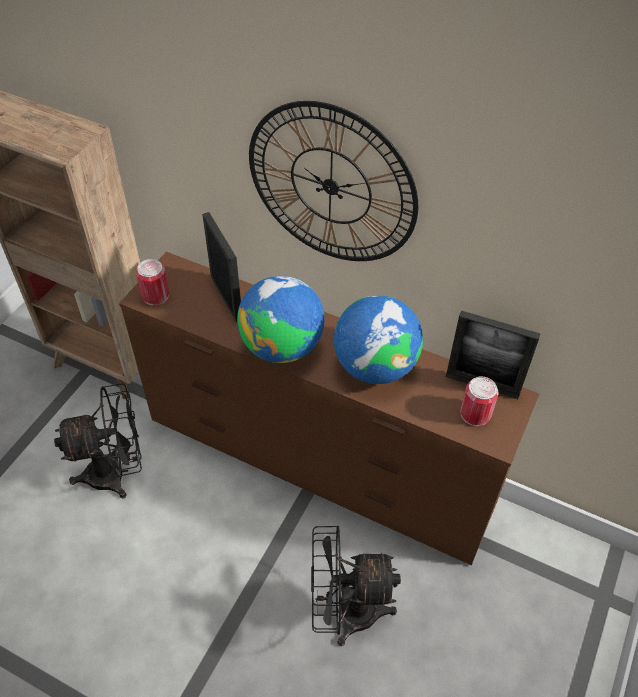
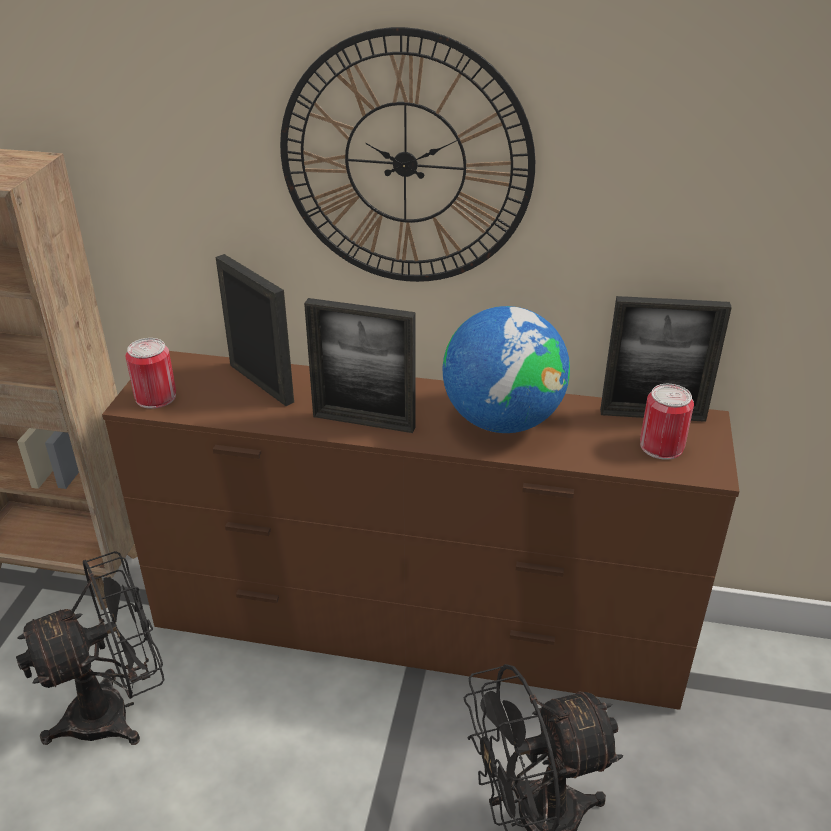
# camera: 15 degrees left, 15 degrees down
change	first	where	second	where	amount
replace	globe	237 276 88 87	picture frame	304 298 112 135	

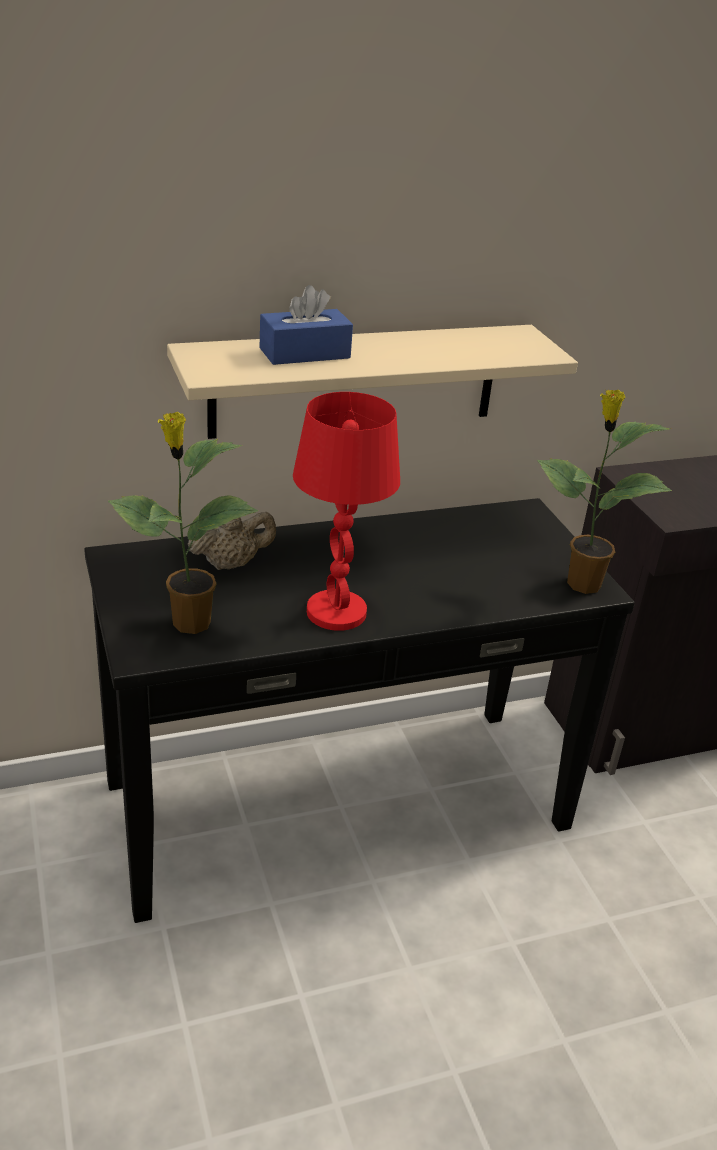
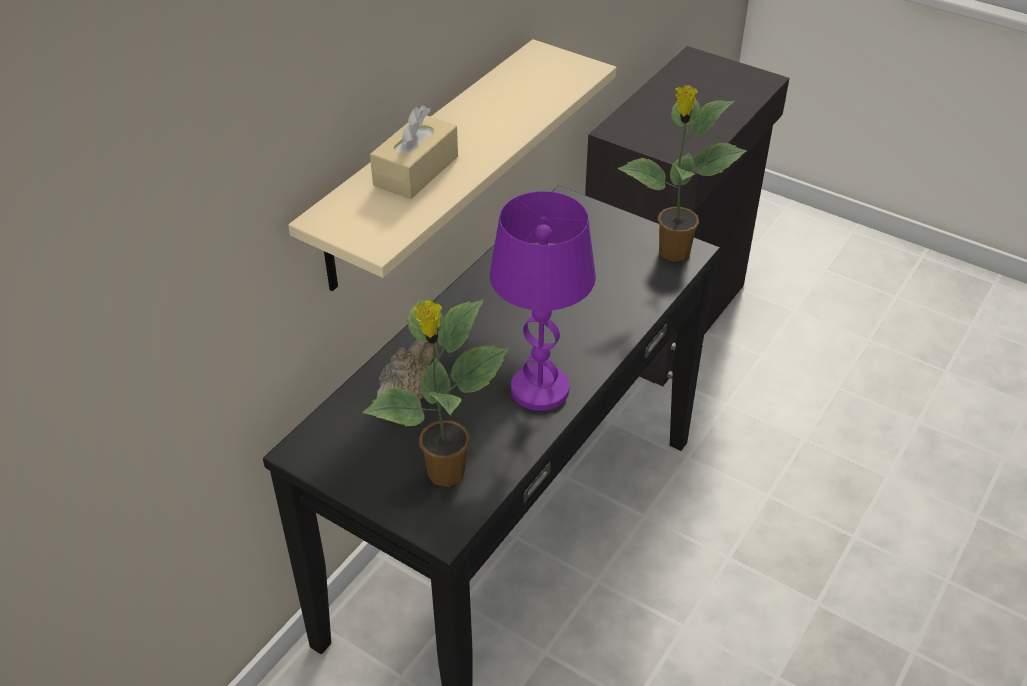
# camera: 35 degrees left, 10 degrees up
change	first	where	second	where	amount
recolor	blue tissue box	260 285 93 80	beige tissue box	370 105 88 94	
recolor	red table lamp	293 392 107 239	purple table lamp	490 191 106 220	

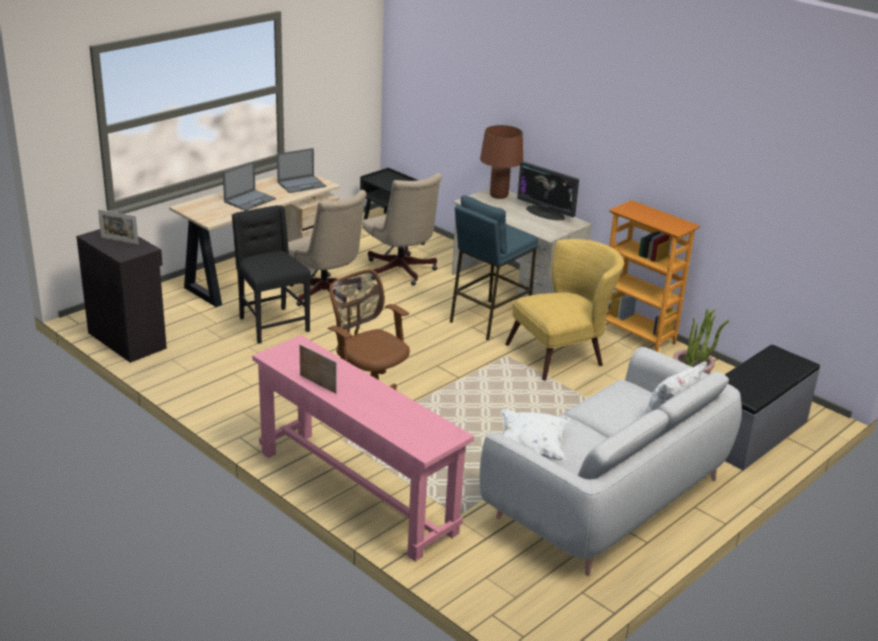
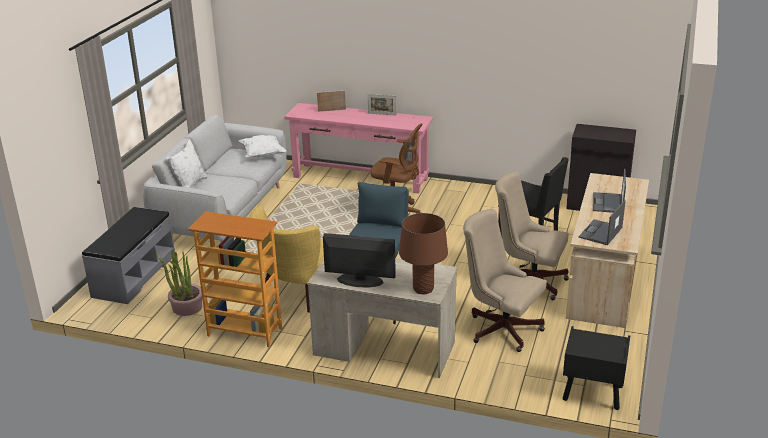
# camera: 155 degrees right, 0 degrees up
change	first	where	second	where	amount
move	picture frame	98 209 41 35		317 90 29 22	

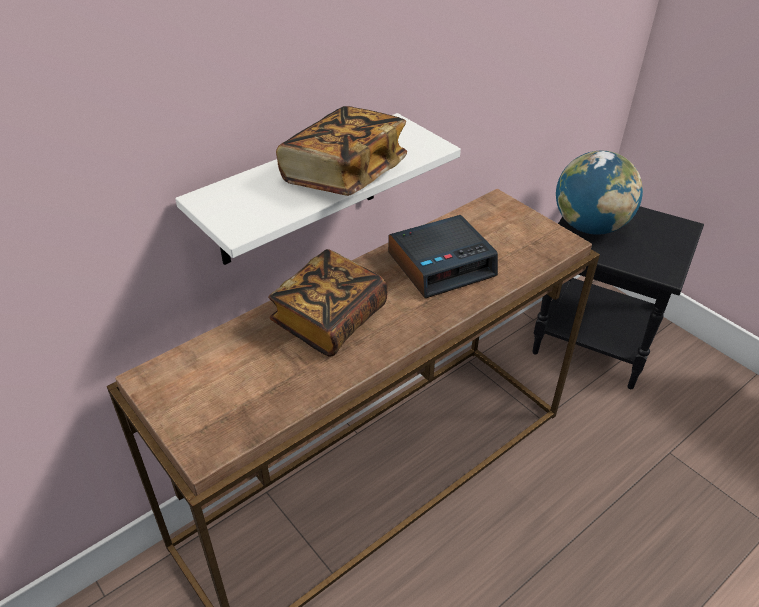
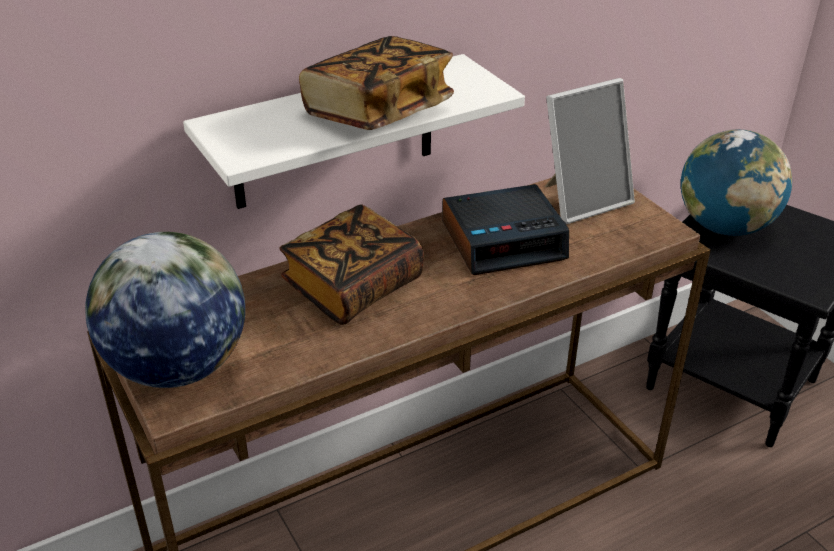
# camera: 10 degrees right, 5 degrees down
change	first	where	second	where	amount
insert			globe	85 232 160 156	
insert			picture frame	545 78 90 146	

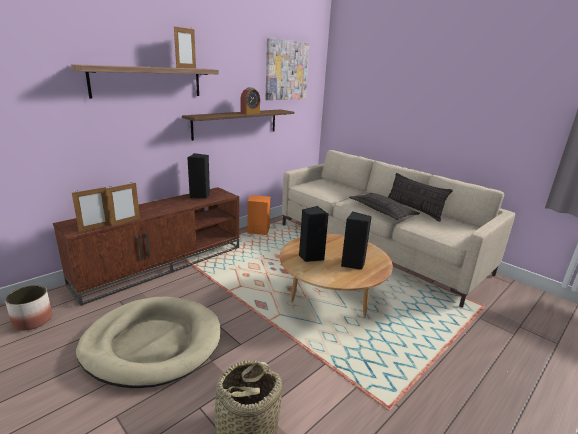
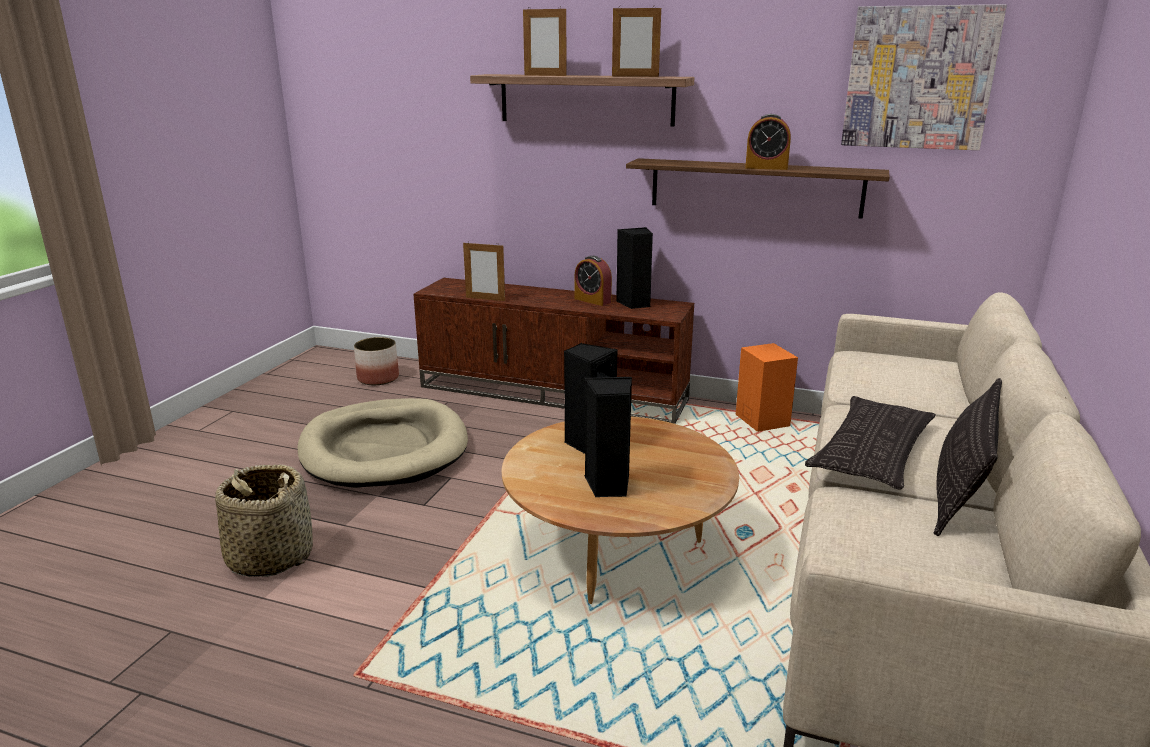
# camera: 65 degrees right, 0 degrees up
change	first	where	second	where	amount
move	picture frame	72 187 39 45		523 6 44 70	
insert			alarm clock	575 256 37 50	

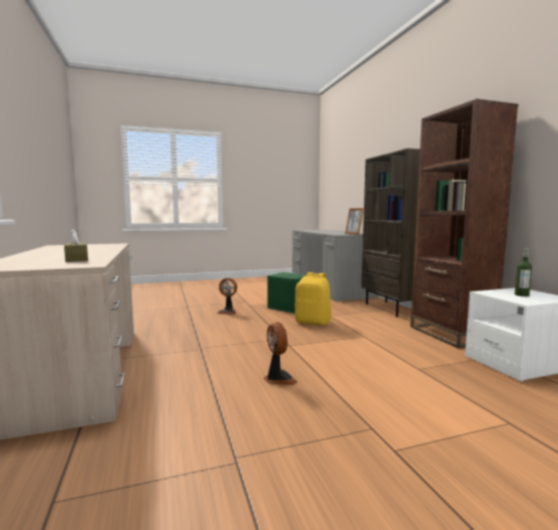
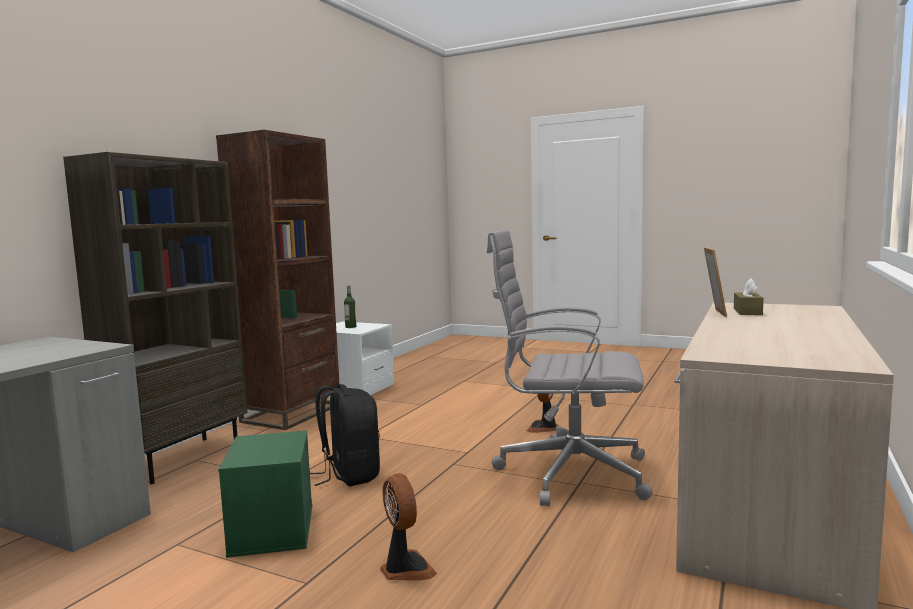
# camera: 135 degrees left, 0 degrees up
change	first	where	second	where	amount
recolor	yellow backpack	295 272 36 53	black backpack	310 384 70 102	
move	picture frame	345 208 19 27		704 247 23 70	
insert			grey office chair	487 230 166 276	

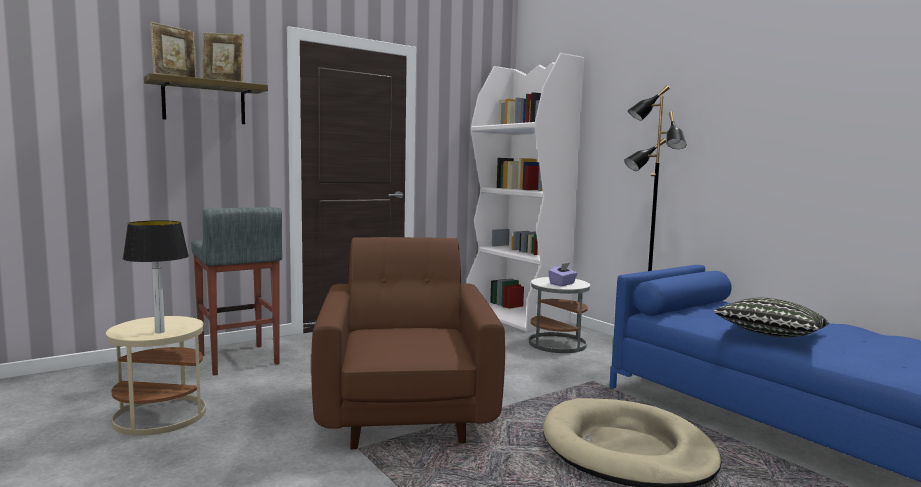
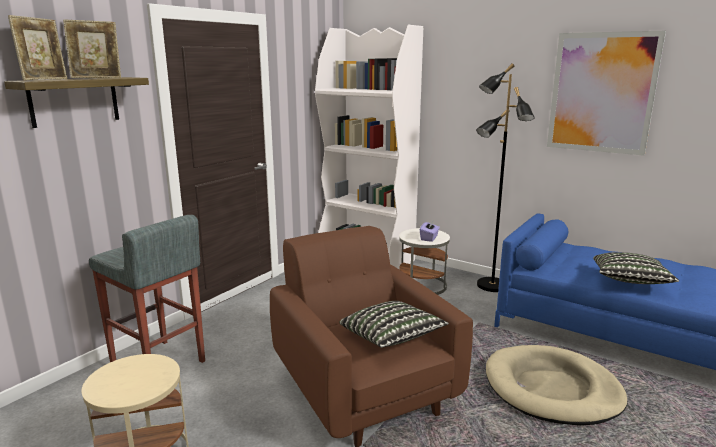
# camera: 20 degrees left, 10 degrees up
change	first	where	second	where	amount
delete	table lamp	123 220 66 113			
insert			pillow	340 301 109 47	
insert			picture	547 31 119 125	

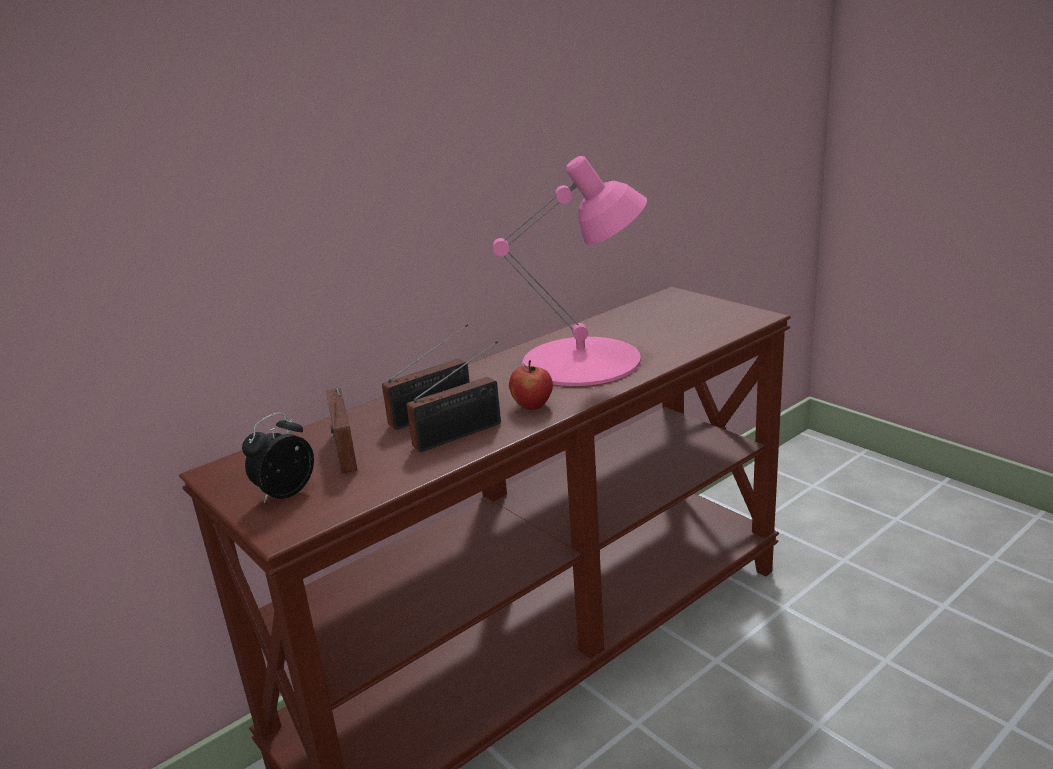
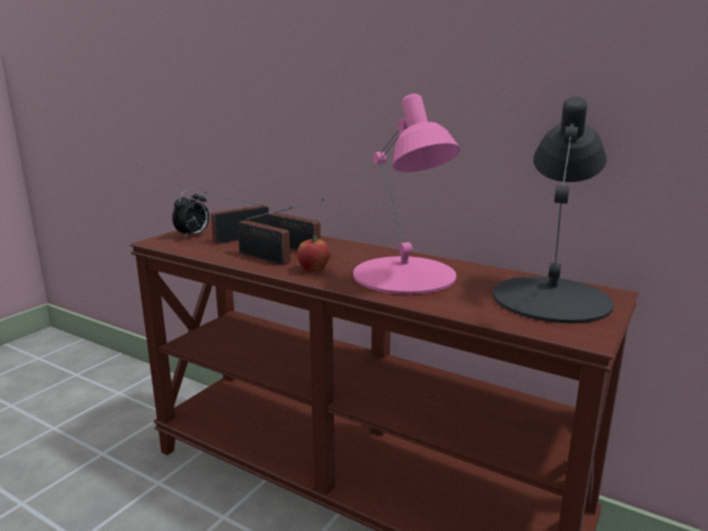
# camera: 70 degrees right, 5 degrees down
change	first	where	second	where	amount
rotate	alarm clock	242 412 72 91		172 189 37 50	105 degrees clockwise
insert			black table lamp	493 97 121 226	

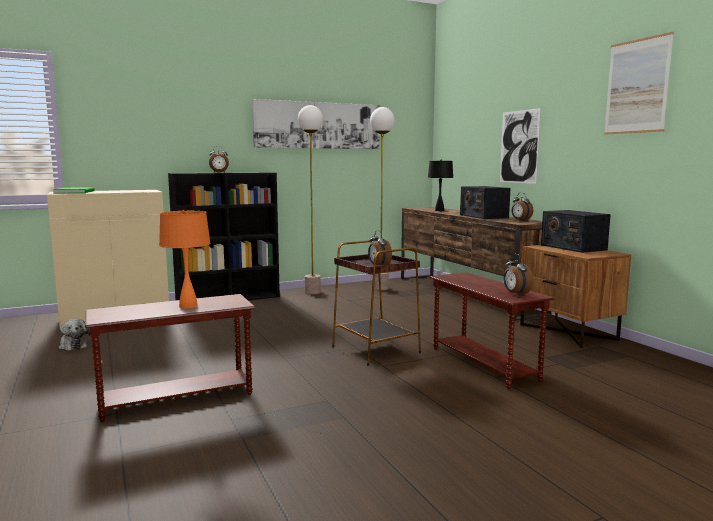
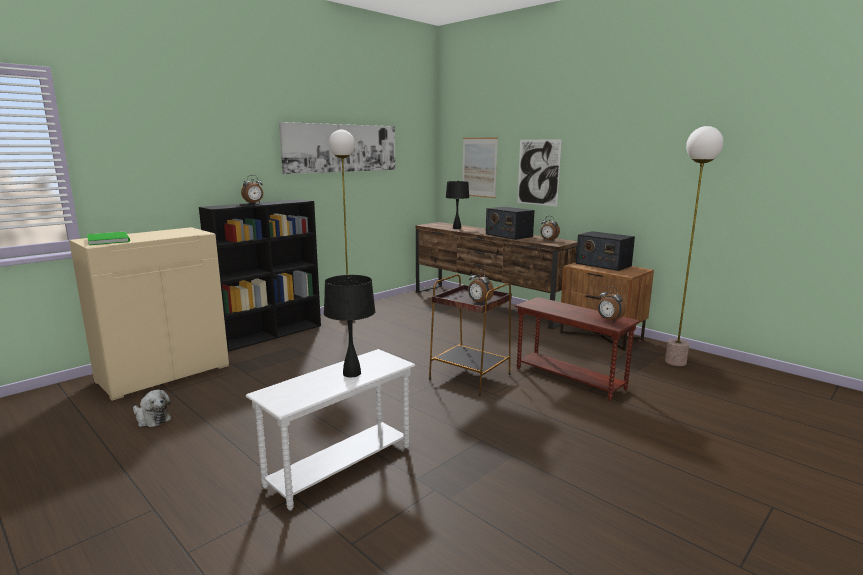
# camera: 20 degrees left, 5 degrees up
change	first	where	second	where	amount
recolor	brown side table	85 294 170 128	white side table	246 349 169 162	
recolor	orange table lamp	159 210 52 99	black table lamp	324 275 51 102	
move	floor lamp	370 107 24 183		665 126 58 240	
move	picture	604 32 70 103		462 137 36 61	

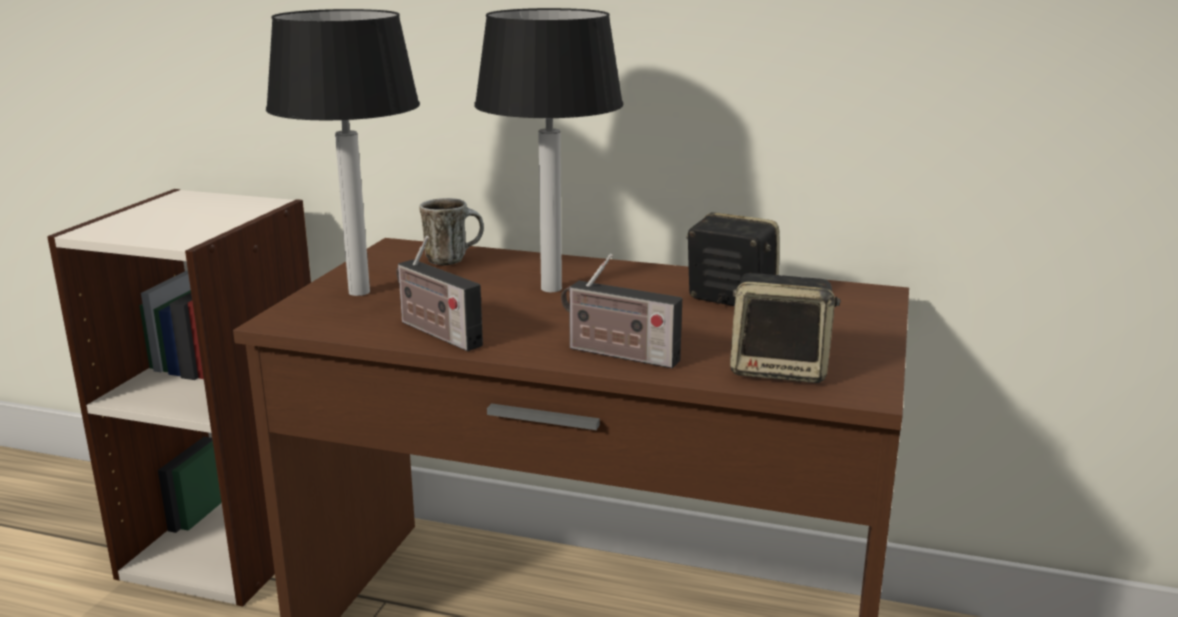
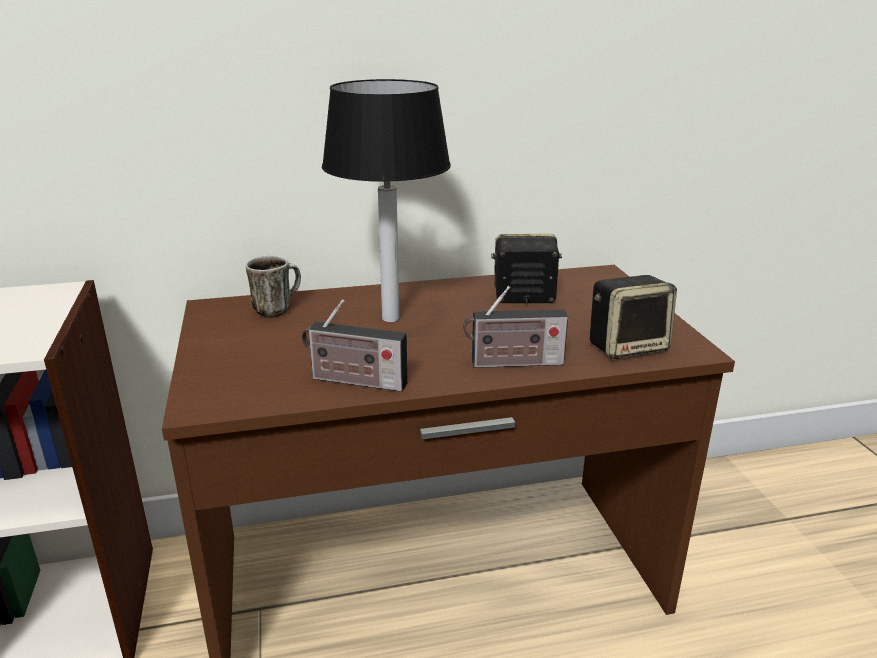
# camera: 30 degrees left, 5 degrees up
change	first	where	second	where	amount
delete	table lamp	266 9 154 287			

